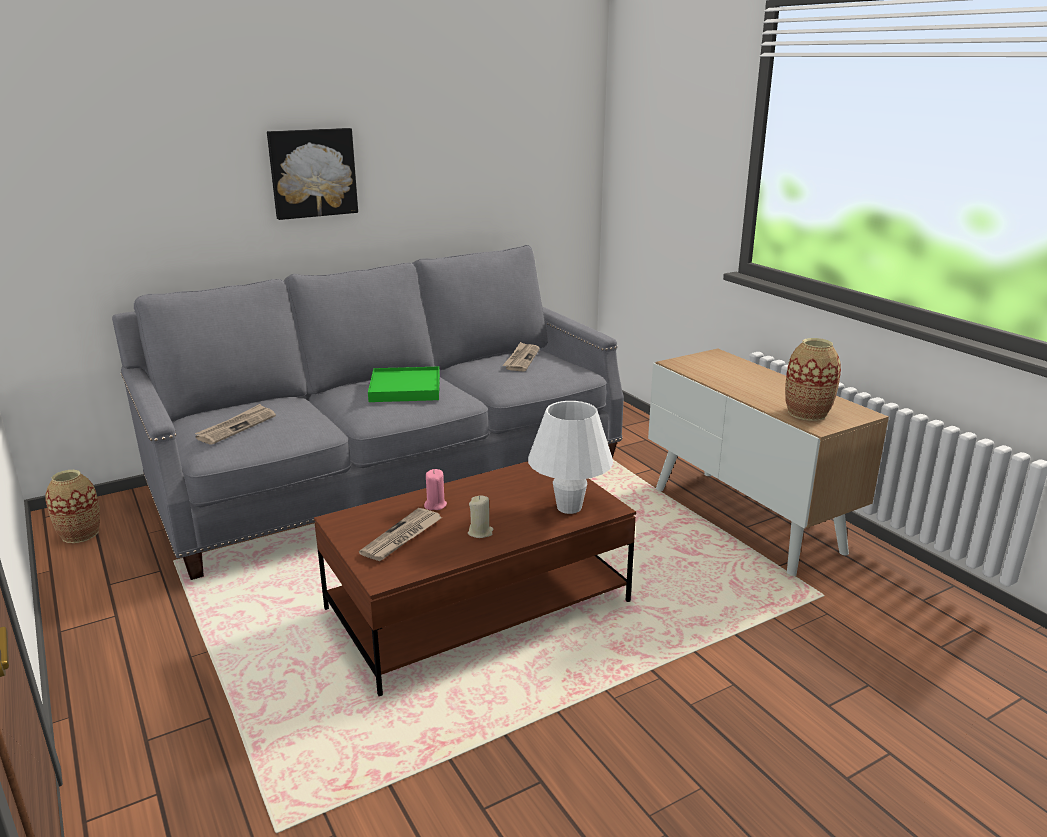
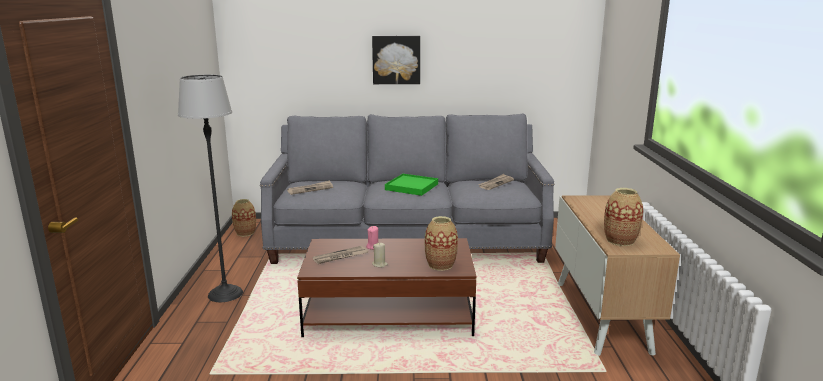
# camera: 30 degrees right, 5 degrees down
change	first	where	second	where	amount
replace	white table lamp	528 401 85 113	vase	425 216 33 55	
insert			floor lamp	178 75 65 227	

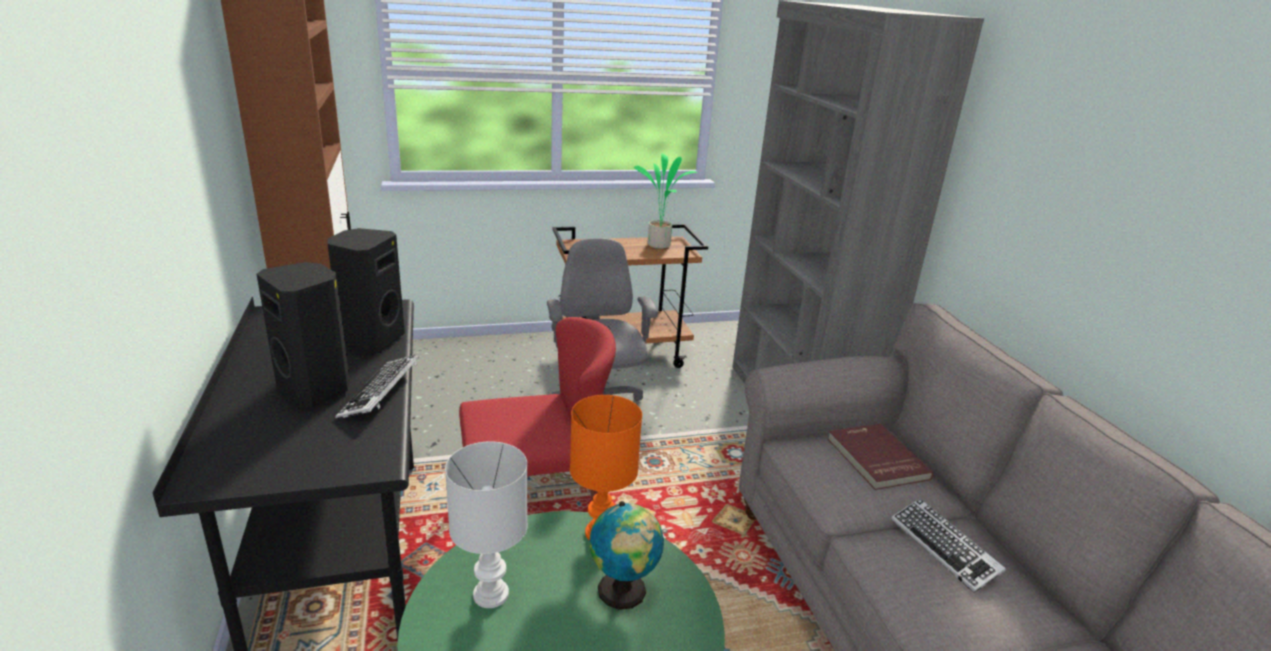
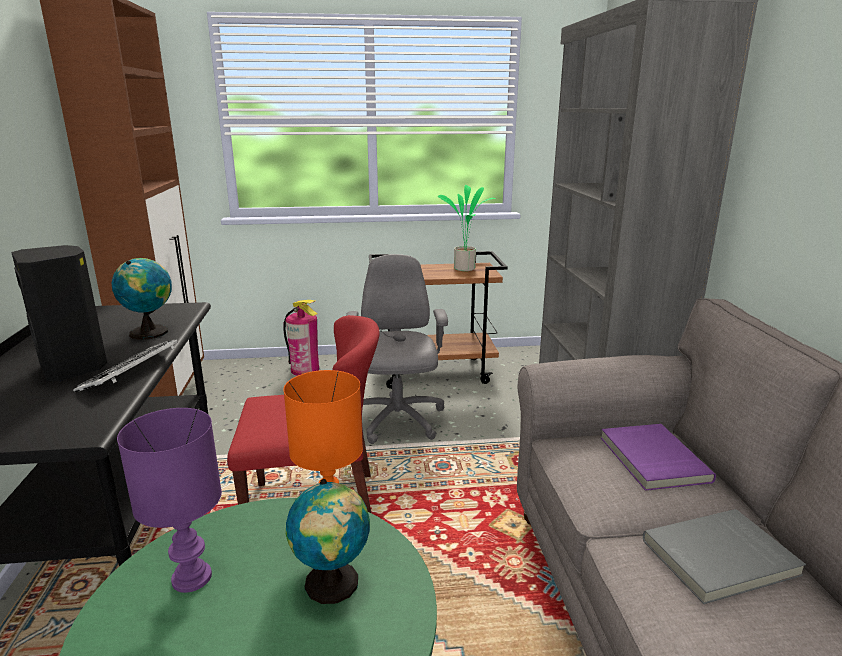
# camera: 10 degrees right, 5 degrees down
change	first	where	second	where	amount
replace	black speaker	328 228 77 127	globe	112 258 60 82	
recolor	white table lamp	445 441 83 167	purple table lamp	117 408 105 185	
recolor	red book	828 424 106 66	purple book	601 424 115 67	
replace	keyboard	891 498 115 95	grey book	643 509 163 95	
insert			fire extinguisher	283 300 36 76	

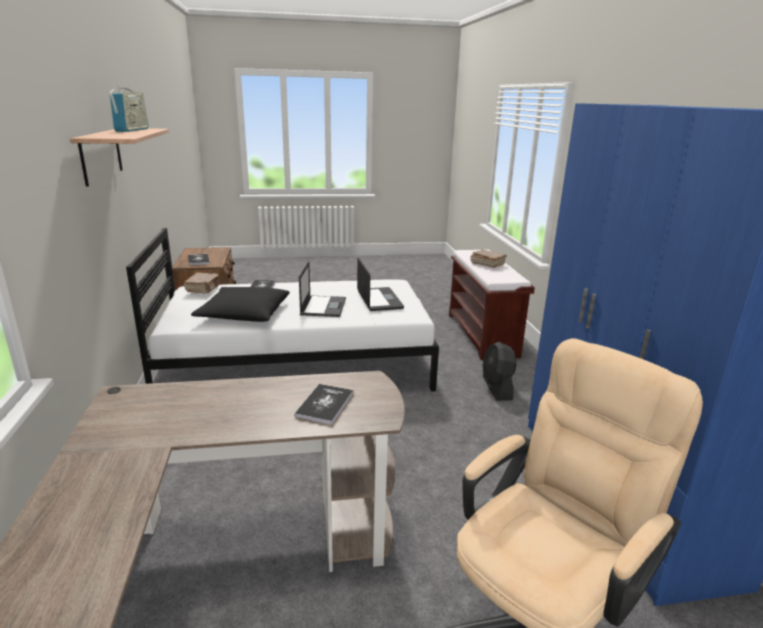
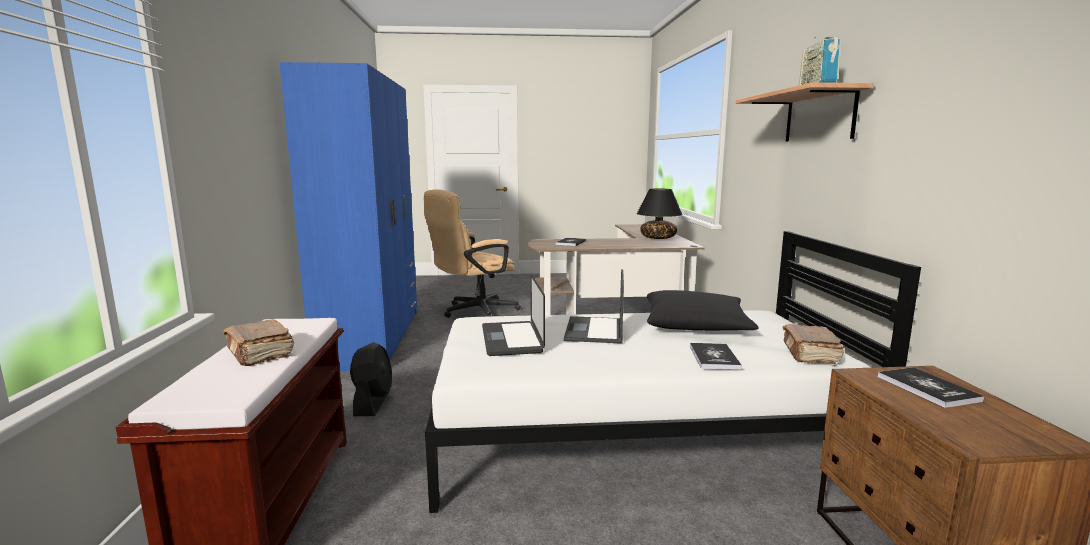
# camera: 175 degrees left, 10 degrees down
change	first	where	second	where	amount
insert			black table lamp	637 189 45 50	

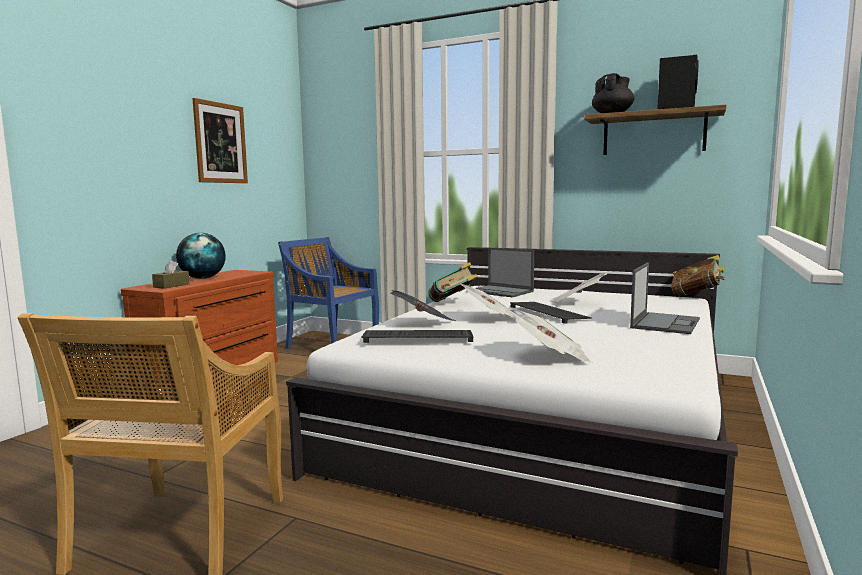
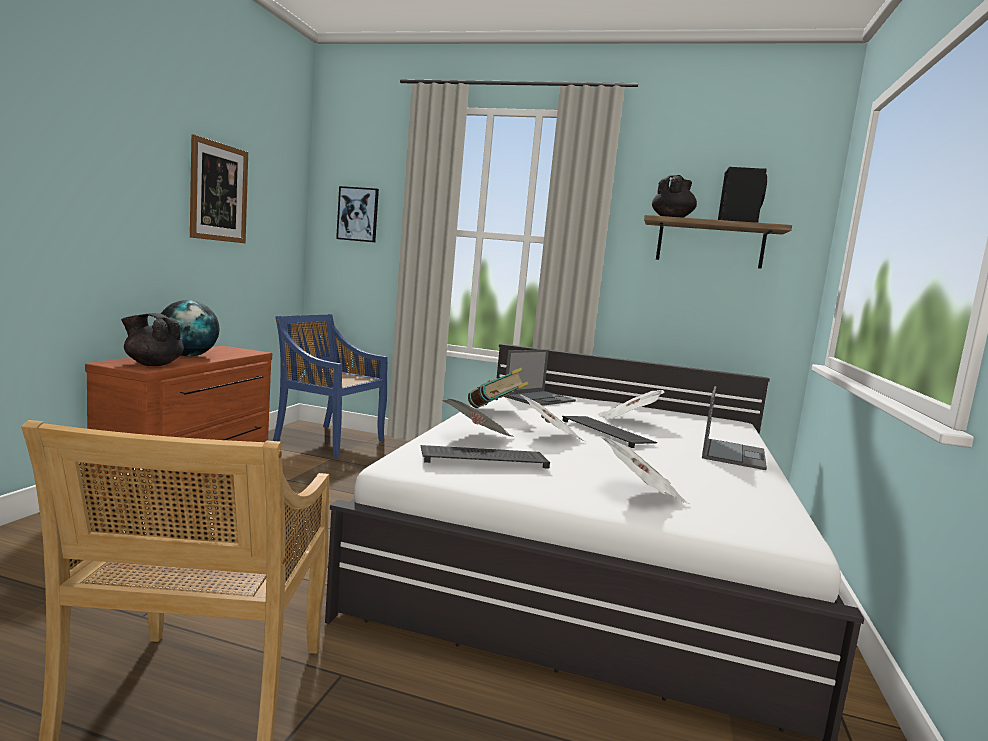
# camera: 10 degrees left, 0 degrees up
change	first	where	second	where	amount
replace	brown tissue box	152 260 38 29	black teapot	121 313 63 53	
rotate	laptop	475 248 59 49		504 349 72 57	75 degrees counterclockwise
delete	book	671 255 54 42			
insert			picture	336 186 43 57	

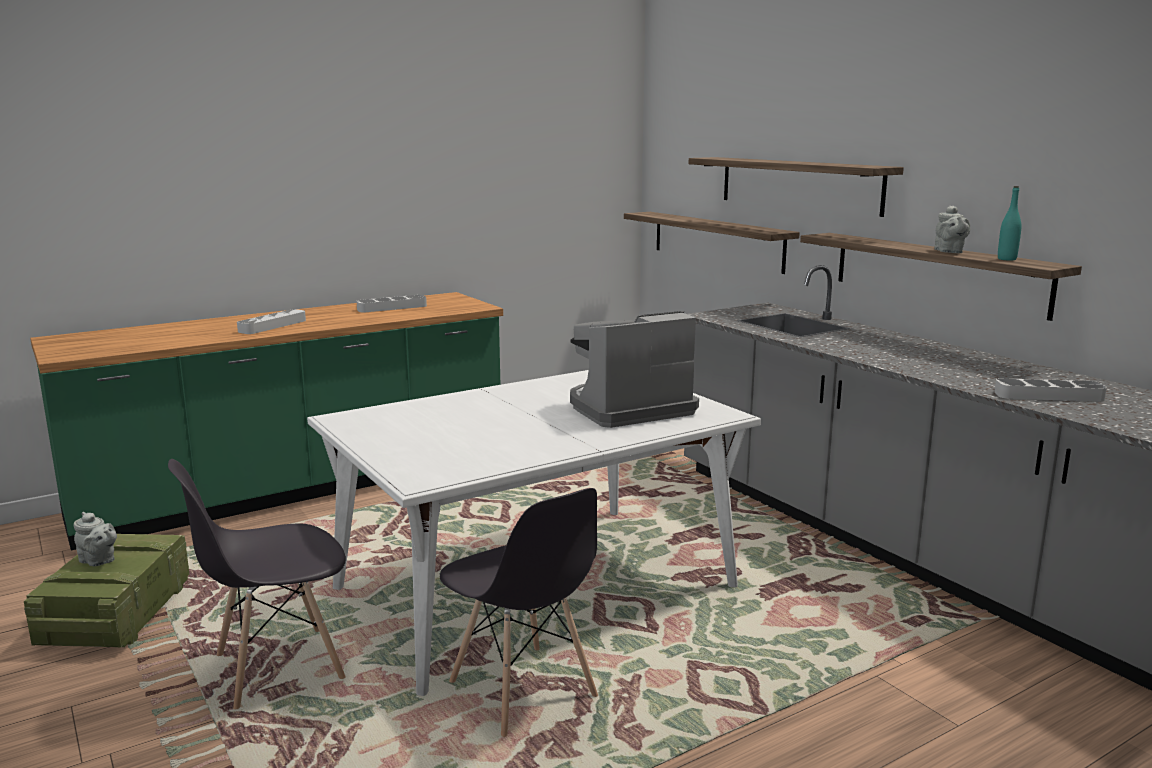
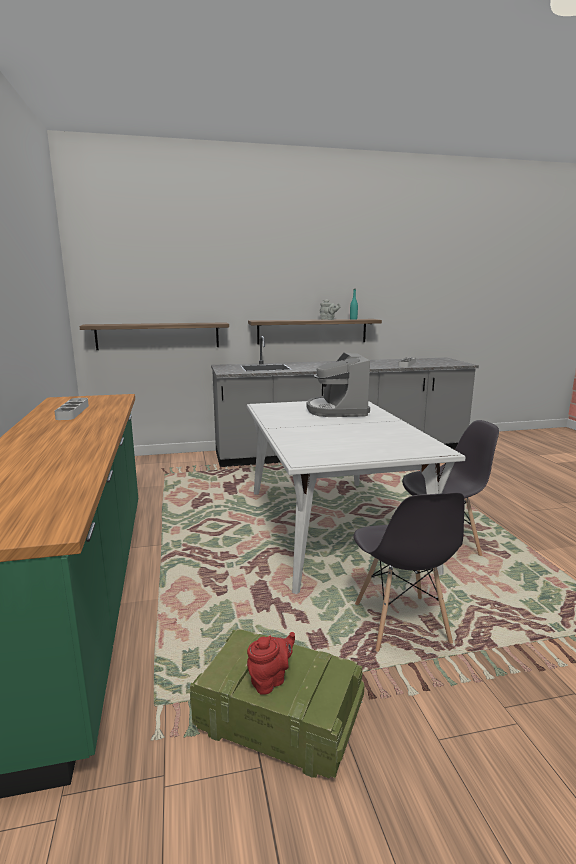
# camera: 70 degrees left, 0 degrees up
change	first	where	second	where	amount
recolor	grey teapot	73 512 44 54	red teapot	247 632 48 63	
delete	grey tray	237 309 69 25			
delete	shelf	689 157 215 60			

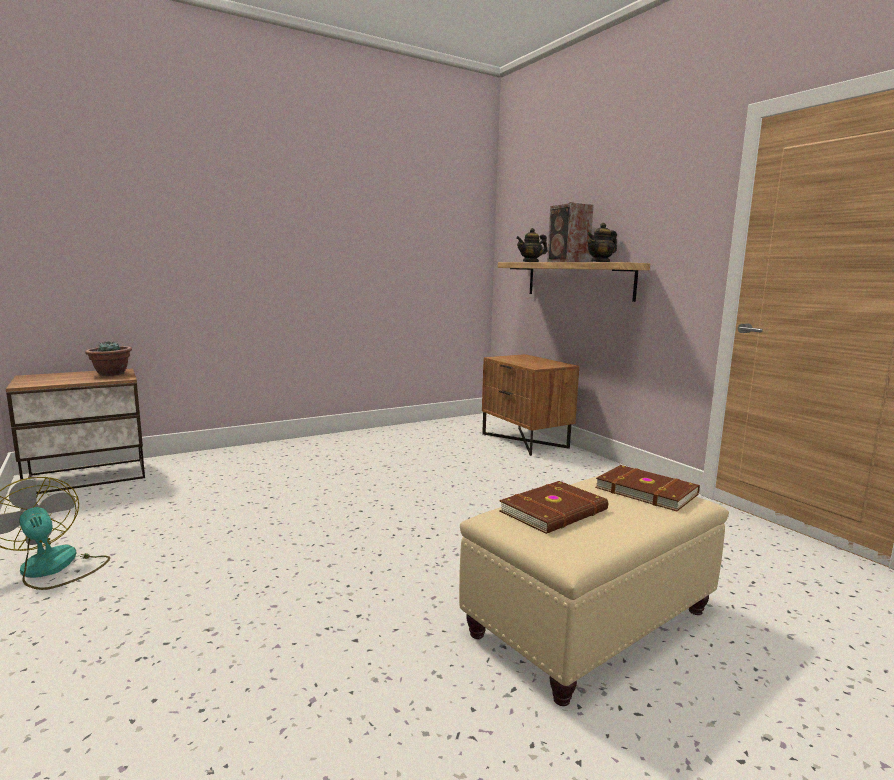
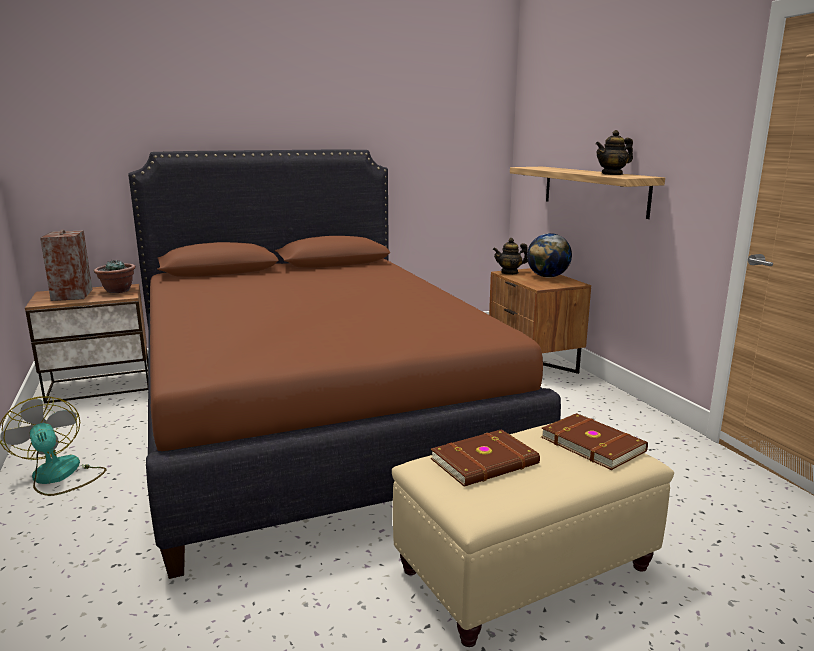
# camera: 10 degrees right, 5 degrees up
change	first	where	second	where	amount
move	teapot	516 228 32 34		493 238 35 37	
move	speaker	547 202 47 60		40 230 52 71	
insert			brown bed	128 150 433 429	
insert			globe	527 233 45 45	

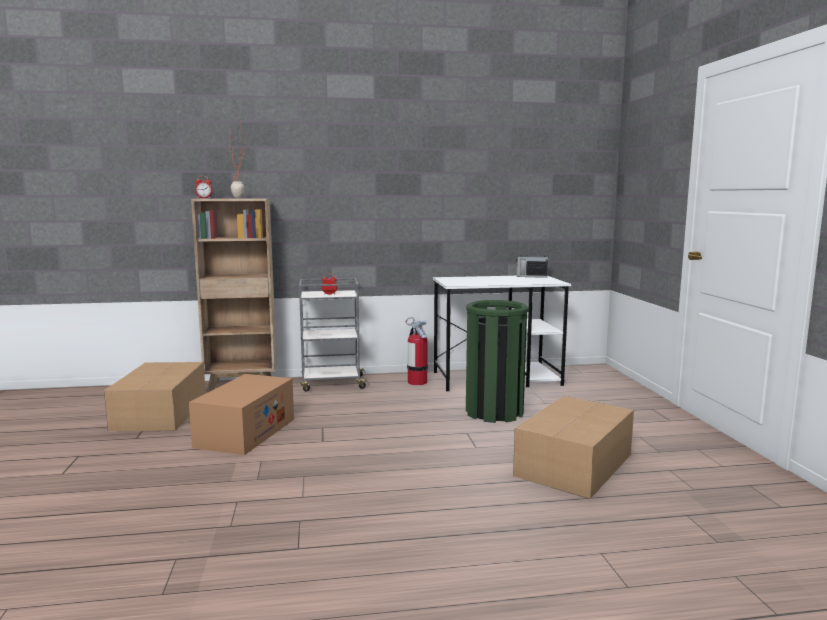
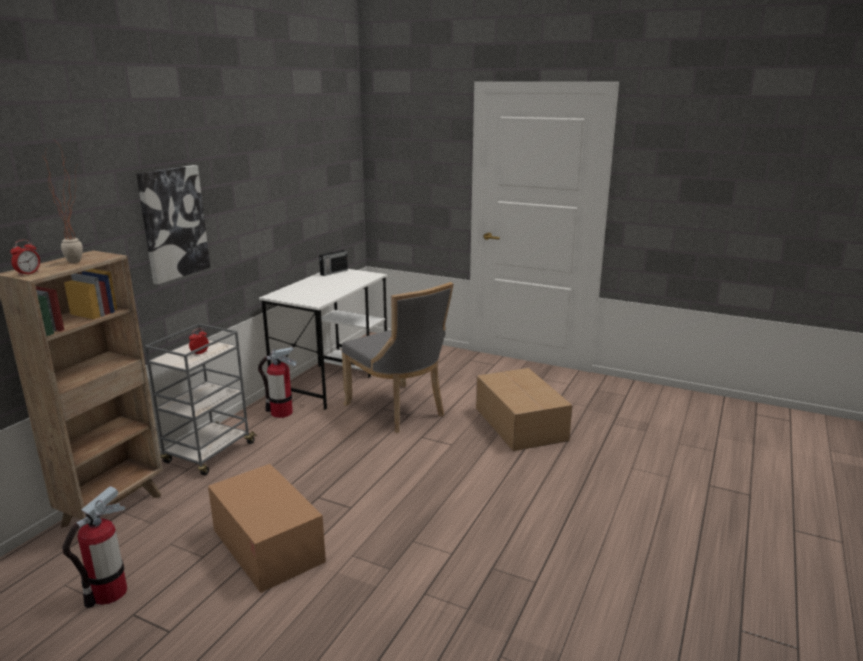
# camera: 55 degrees left, 10 degrees up
change	first	where	second	where	amount
replace	cardboard box	104 362 102 70	fire extinguisher	62 486 65 122	
replace	green trash can	466 300 63 123	grey chair	342 282 112 151	
insert			picture	136 165 74 119	

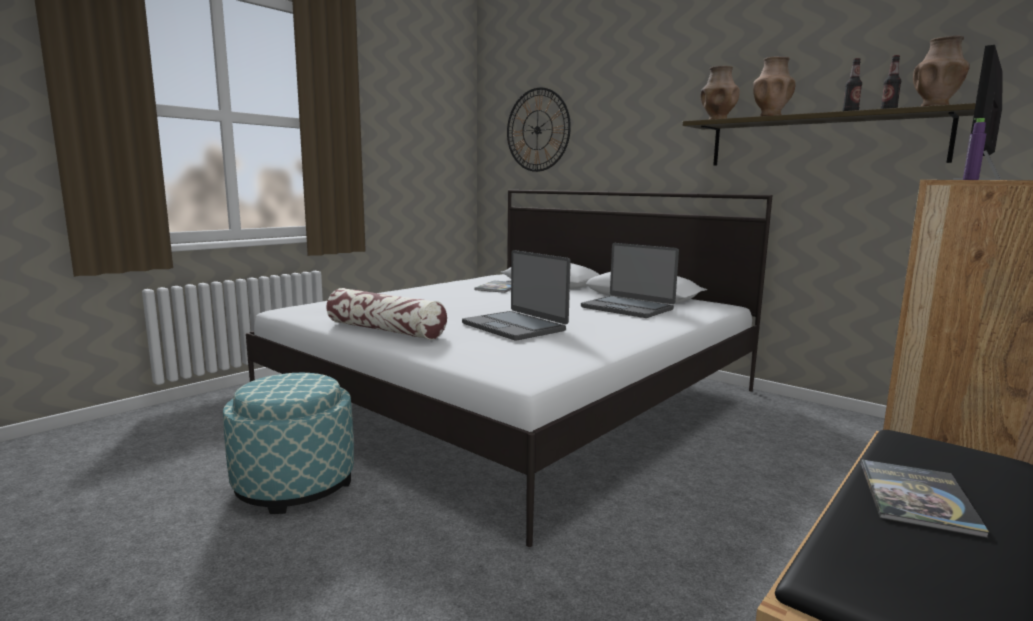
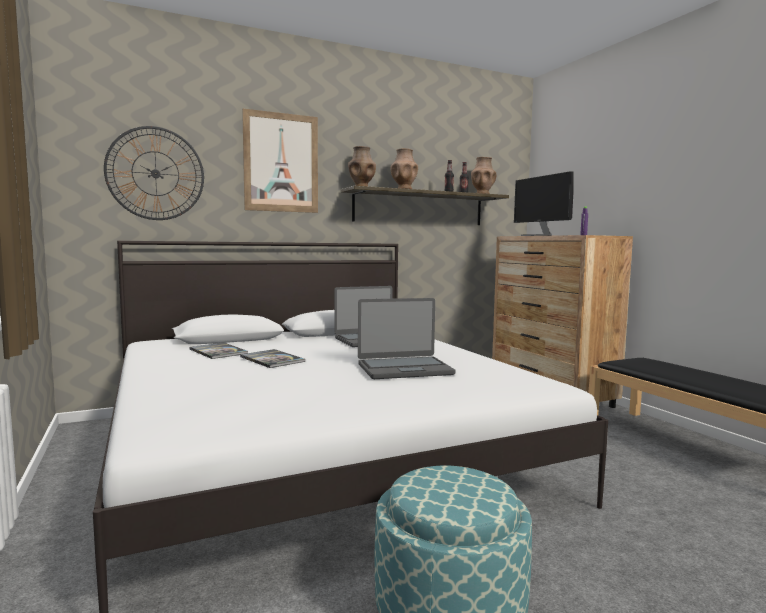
# camera: 65 degrees left, 5 degrees down
change	first	where	second	where	amount
delete	pillow	326 288 121 52			
move	book	861 459 128 79		240 349 65 19	
insert			picture	242 109 76 104	

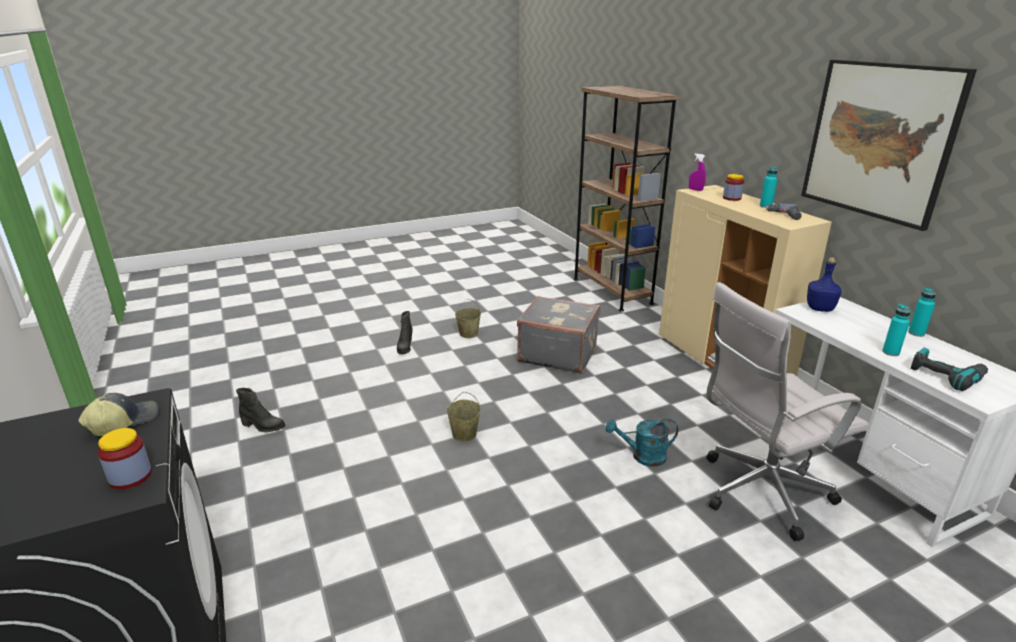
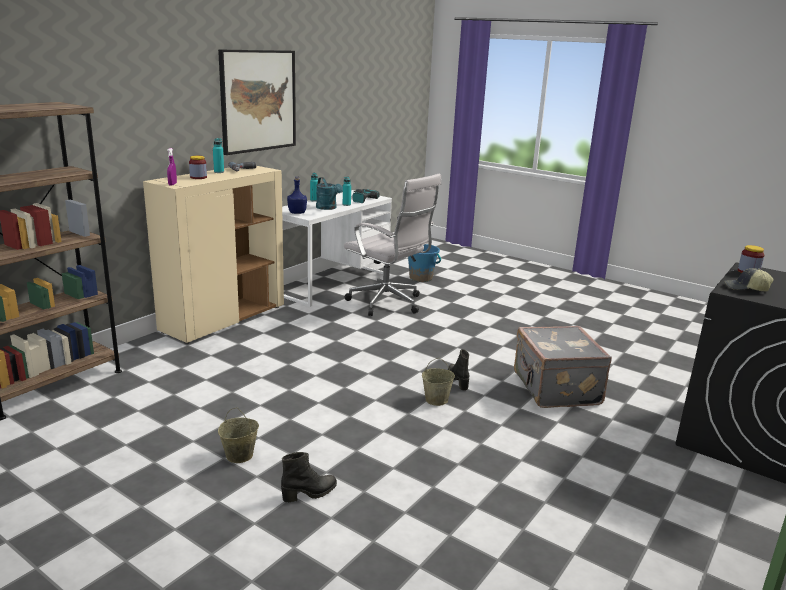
# camera: 120 degrees left, 5 degrees down
change	first	where	second	where	amount
move	black boot	236 388 49 45		448 349 21 42	
move	grey suitcase	517 296 83 78		514 326 98 82	
move	turquoise watering can	606 418 72 49		316 177 27 33	
insert			blue bucket	408 244 33 38	

